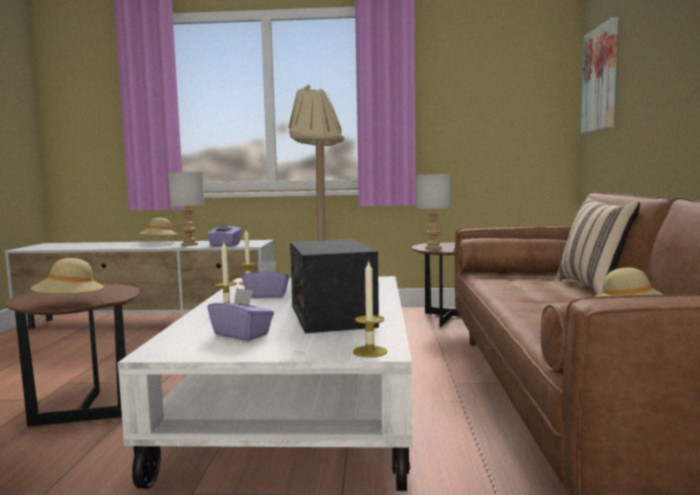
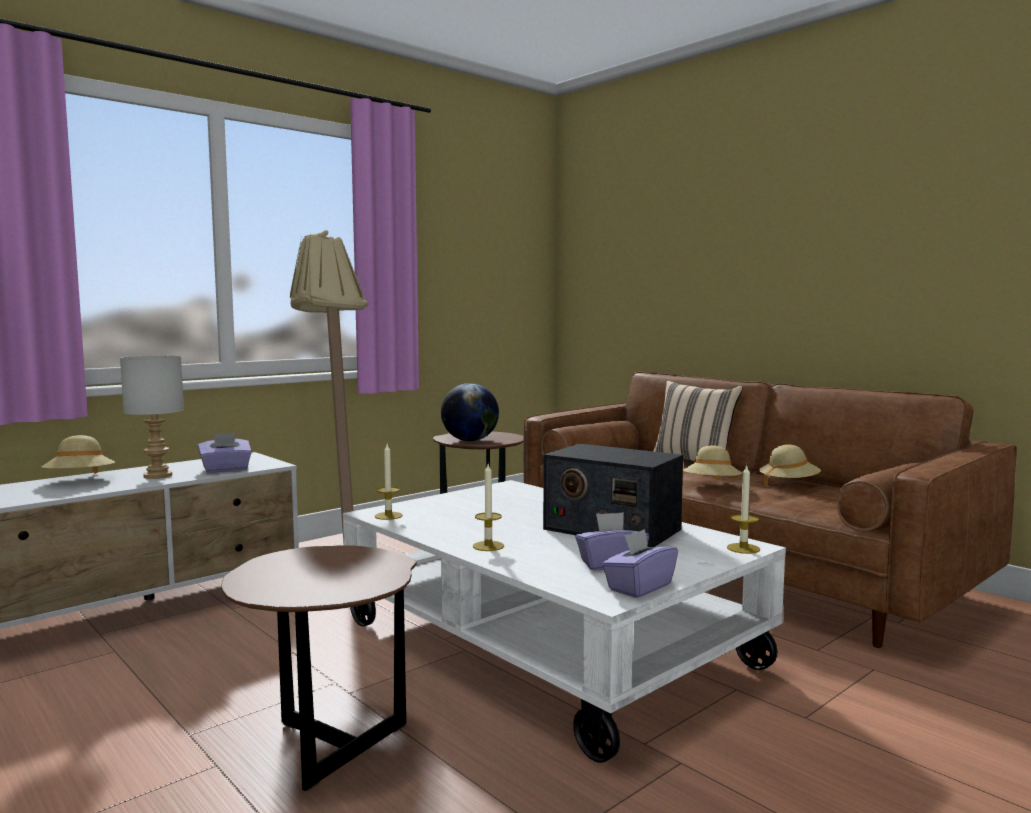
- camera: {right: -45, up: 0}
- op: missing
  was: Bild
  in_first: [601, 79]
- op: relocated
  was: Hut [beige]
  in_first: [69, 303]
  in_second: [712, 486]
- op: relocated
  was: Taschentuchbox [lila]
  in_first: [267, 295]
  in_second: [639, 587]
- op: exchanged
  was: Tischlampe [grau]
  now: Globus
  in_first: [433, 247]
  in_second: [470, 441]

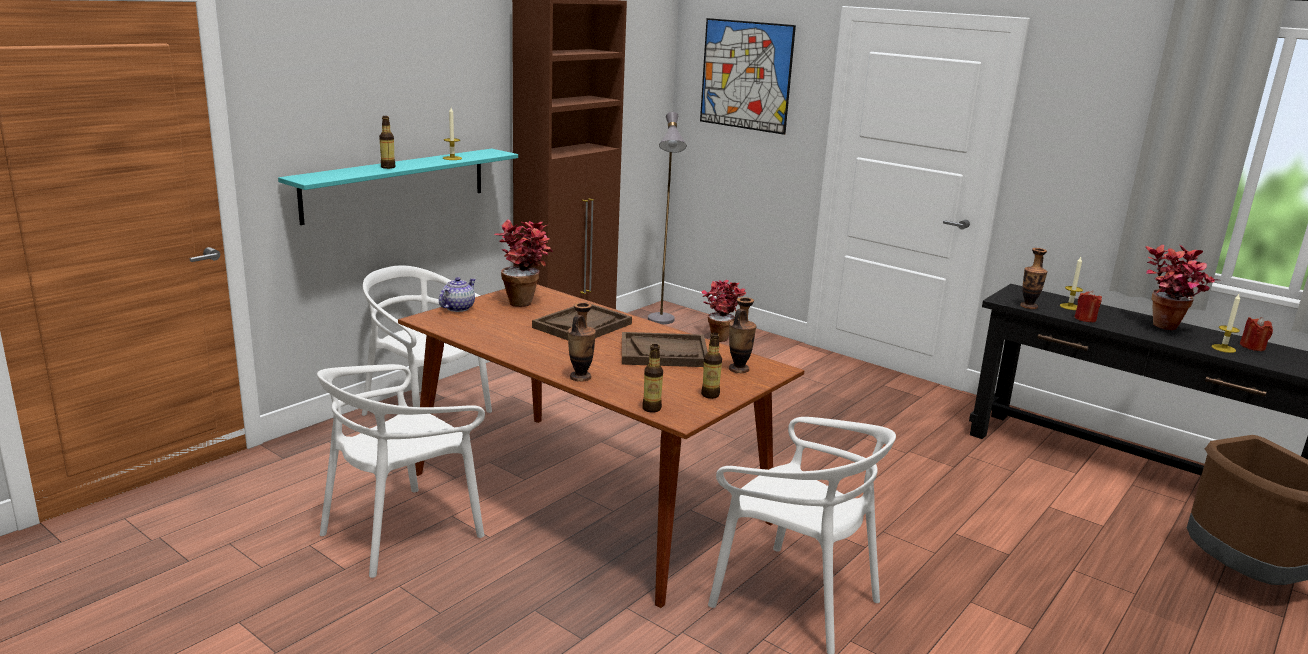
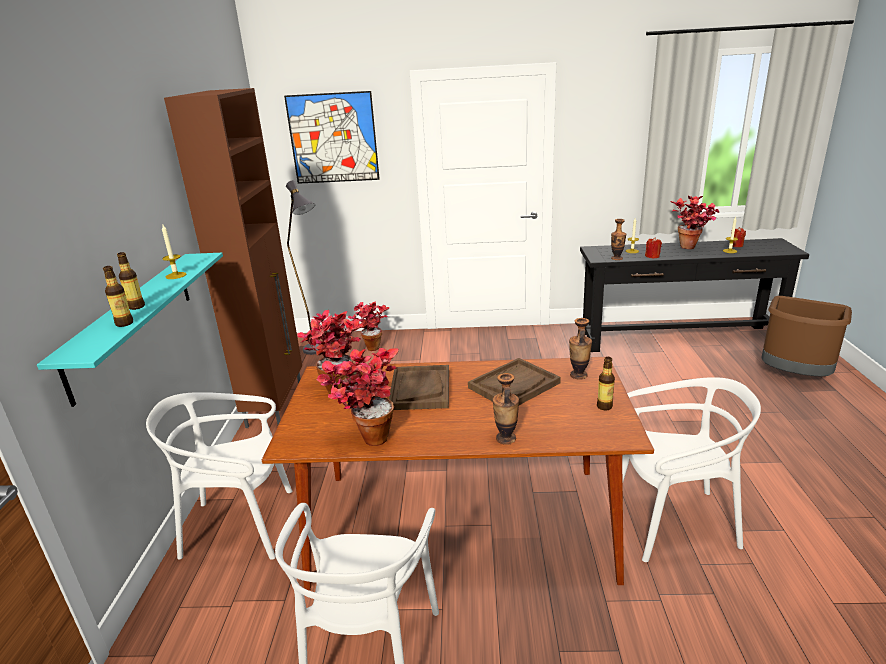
- camera: {right: -35, up: 5}
- op: missing
  was: Teekanne
  in_first: [457, 308]
- op: appeared
  now: Topfpflanze
  in_second: [366, 437]
- op: relocated
  was: Flasche
  in_first: [651, 408]
  in_second: [124, 323]

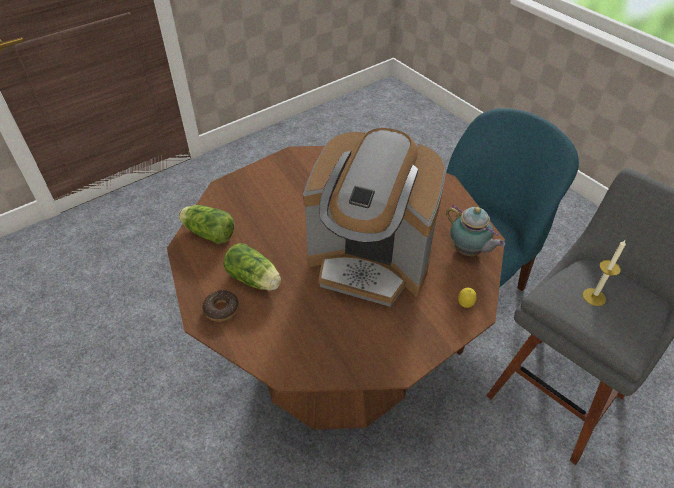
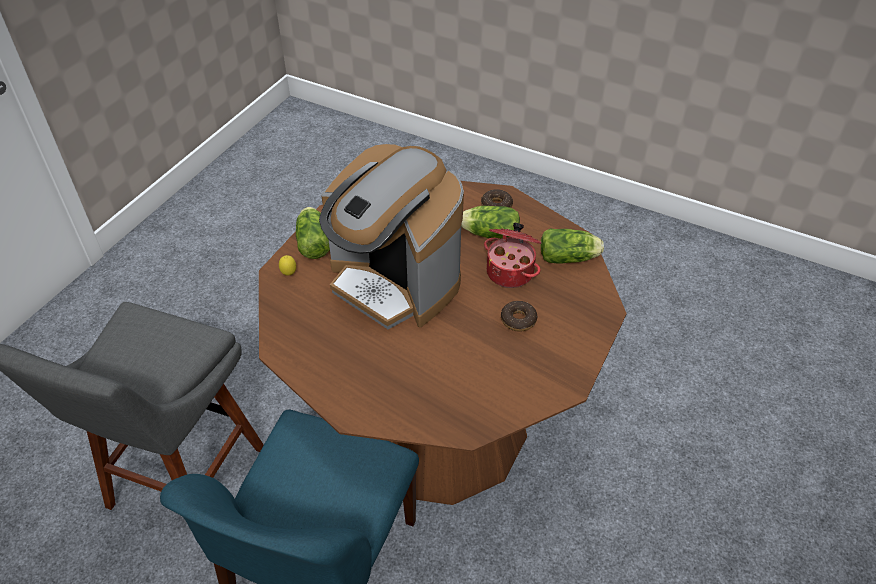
- camera: {right: 155, up: 0}
- op: missing
  was: Teekanne
  in_first: [468, 251]
- op: missing
  was: Kerze
  in_first: [594, 297]
- op: appeared
  now: Salatkopf
  in_second: [314, 242]
- op: appeared
  now: Kochtopf
  in_second: [511, 271]
- op: appeared
  now: Donut
  in_second: [518, 320]
- op: spun
  was: Kaffeemaschine
  in_first: [370, 262]
  in_second: [394, 283]
  clockwise: -135

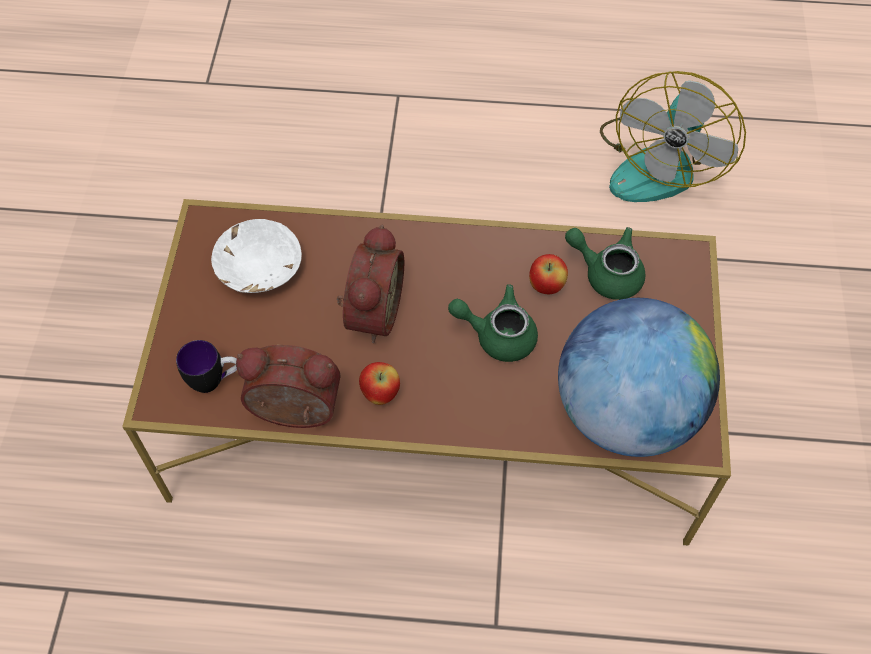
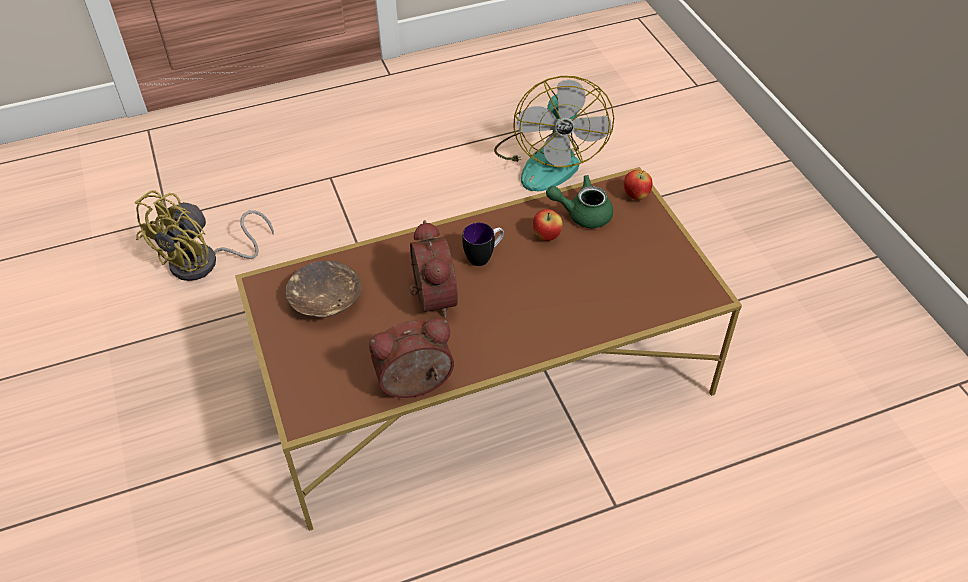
- camera: {right: -25, up: -10}
- op: missing
  was: Teekanne [grün]
  in_first: [497, 335]
- op: missing
  was: Globus
  in_first: [625, 412]
- op: appeared
  now: Ventilator [gelb]
  in_second: [205, 263]
- op: relocated
  was: Henkelbecher
  in_first: [214, 381]
  in_second: [484, 257]
- op: relocated
  was: Apfel
  in_first: [380, 393]
  in_second: [636, 196]
- op: colour
  was: Schüssel [weiß]
  now: Schüssel [braun]
  in_first: [258, 268]
  in_second: [325, 300]

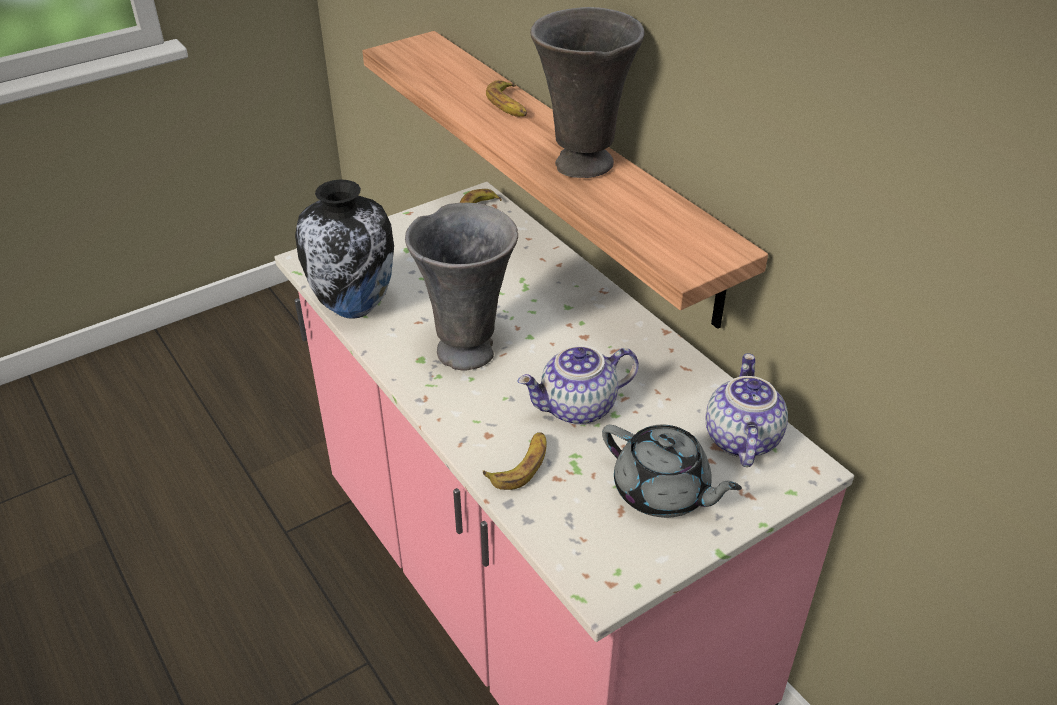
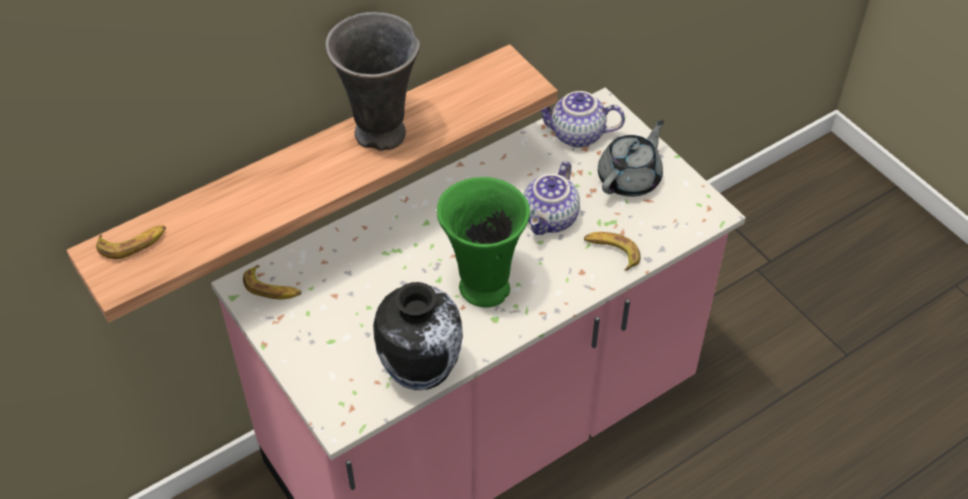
- camera: {right: -90, up: 10}
- op: relocated
  was: Banane
  in_first: [509, 105]
  in_second: [133, 243]
- op: colour
  was: Vase [grau]
  now: Vase [grün]
  in_first: [468, 350]
  in_second: [482, 287]
- op: spun
  was: Teekanne
  in_first: [578, 409]
  in_second: [551, 219]
  clockwise: 45

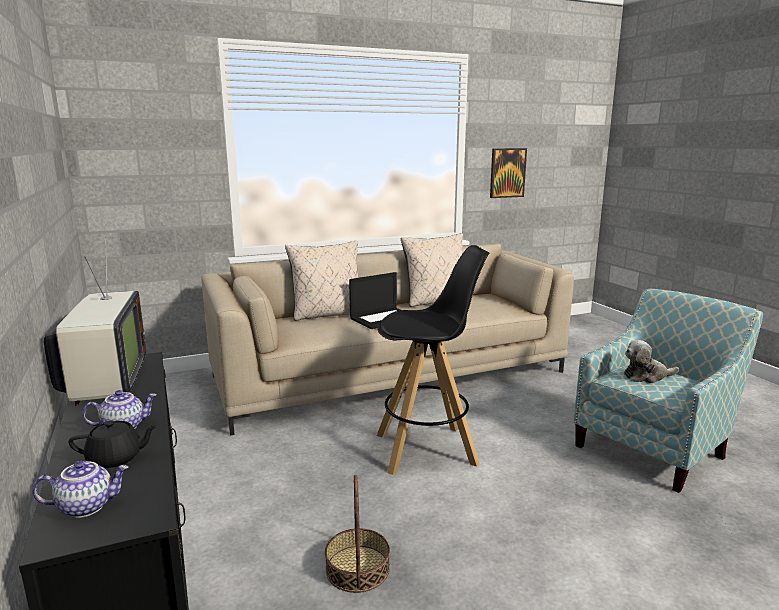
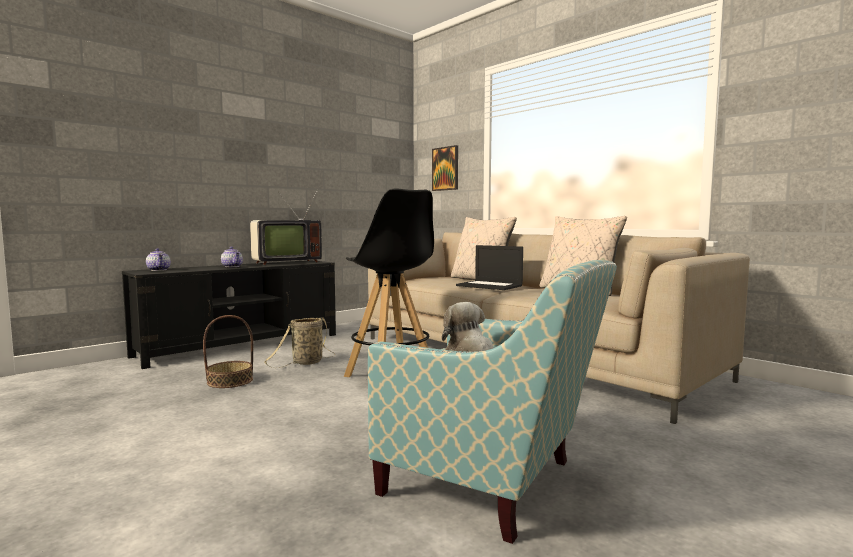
- camera: {right: 70, up: -10}
- op: missing
  was: Teekanne [schwarz]
  in_first: [116, 458]
- op: appeared
  now: Korb
  in_second: [305, 363]
- op: relocated
  was: Bild
  in_first: [507, 173]
  in_second: [445, 168]

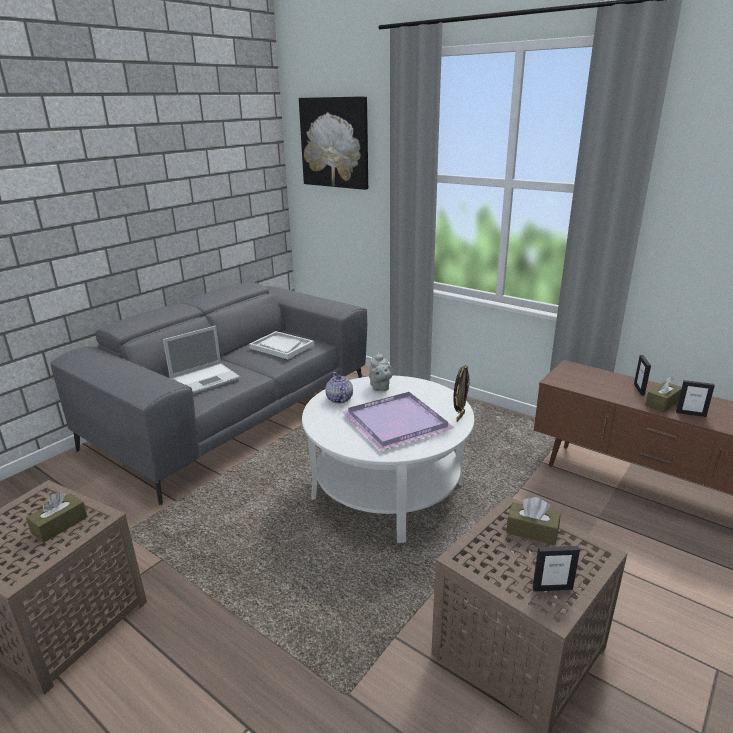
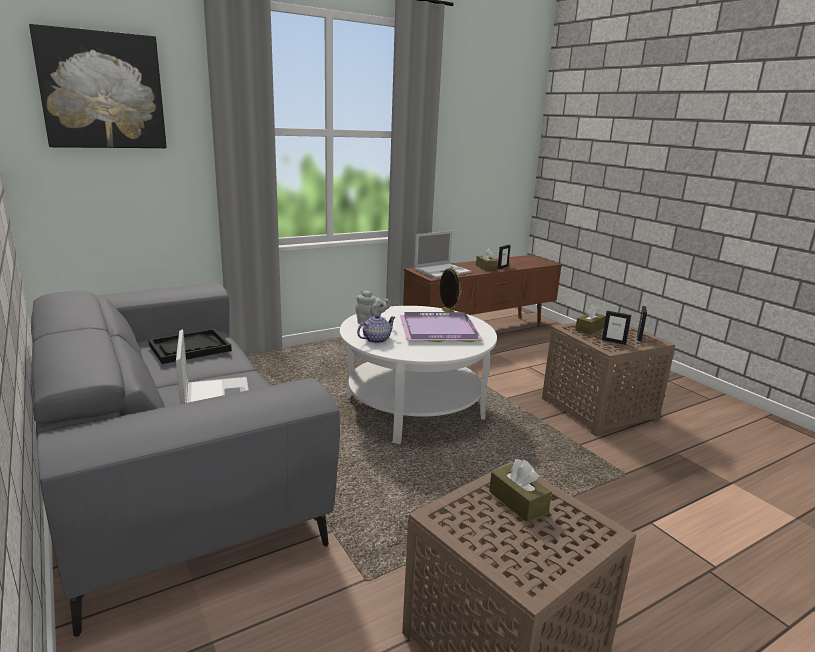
- camera: {right: -70, up: -5}
- op: appeared
  now: Laptop
  in_second: [443, 271]
- op: relocated
  was: Bilderrahmen
  in_first: [639, 389]
  in_second: [613, 342]
- op: colour
  was: Tablett [weiß]
  now: Tablett [schwarz]
  in_first: [281, 346]
  in_second: [190, 348]
- op: spun
  was: Teekanne
  in_first: [339, 399]
  in_second: [376, 340]
  clockwise: 135

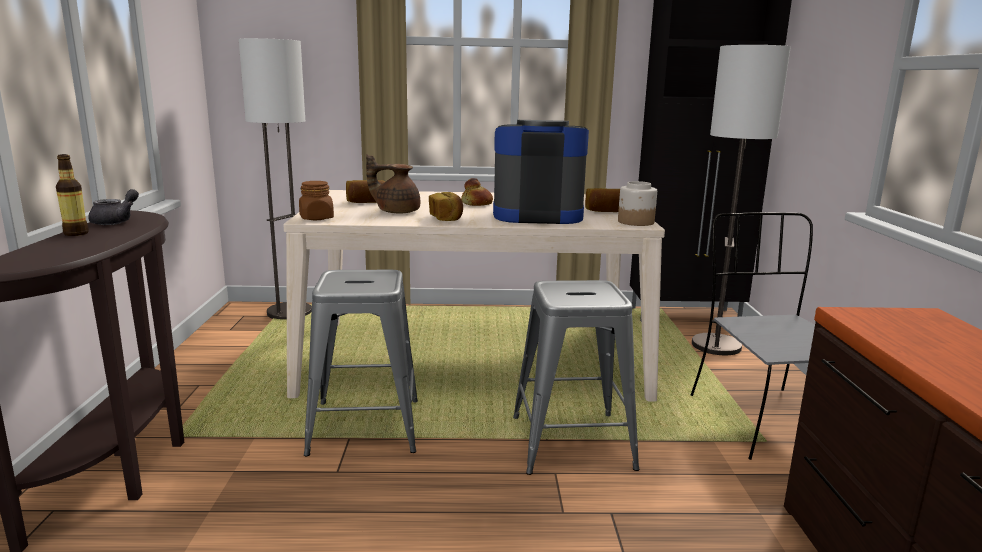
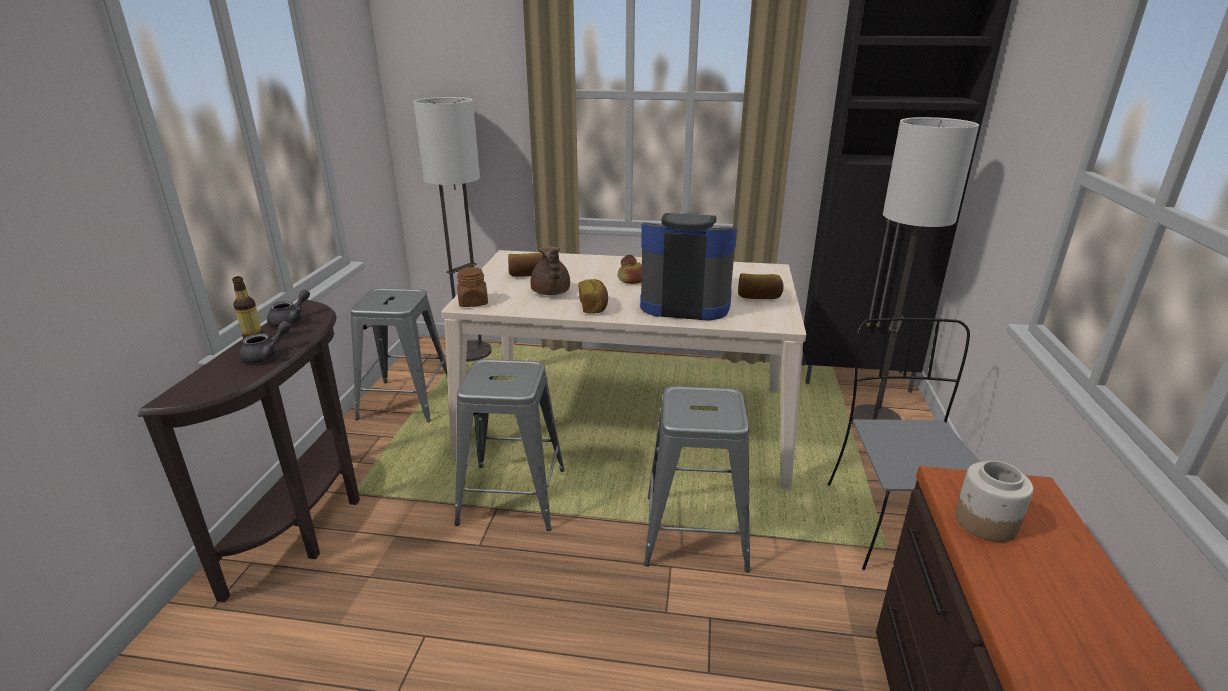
- camera: {right: 10, up: 10}
- op: appeared
  now: Teekanne [grau]
  in_second: [267, 355]
- op: appeared
  now: Hocker [grau]
  in_second: [406, 401]
- op: relocated
  was: Vorratsglas
  in_first: [635, 222]
  in_second: [985, 522]
- op: spun
  was: Teekanne [braun]
  in_first: [396, 211]
  in_second: [550, 292]
  clockwise: -120

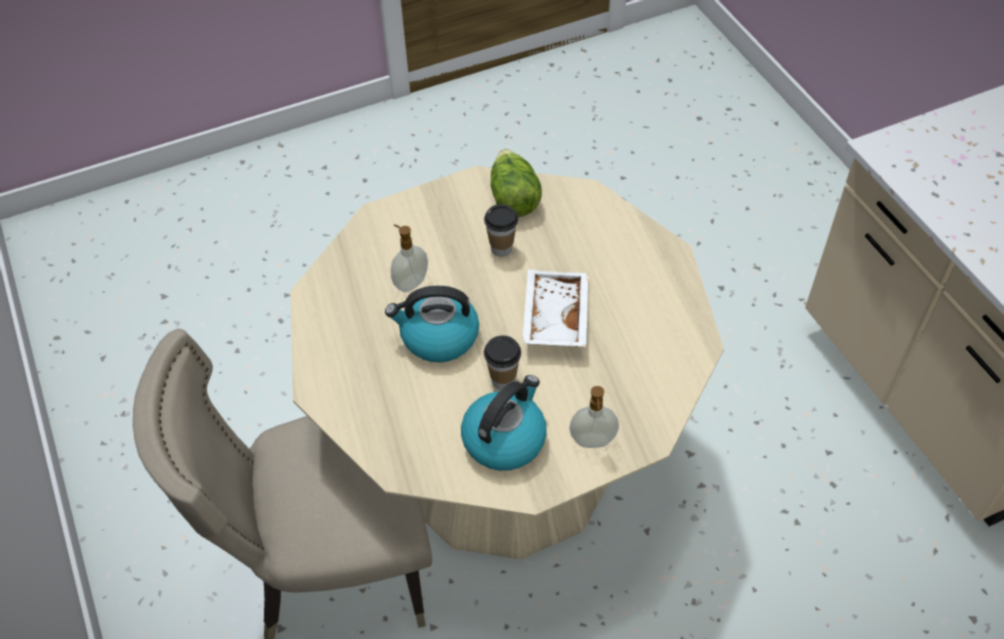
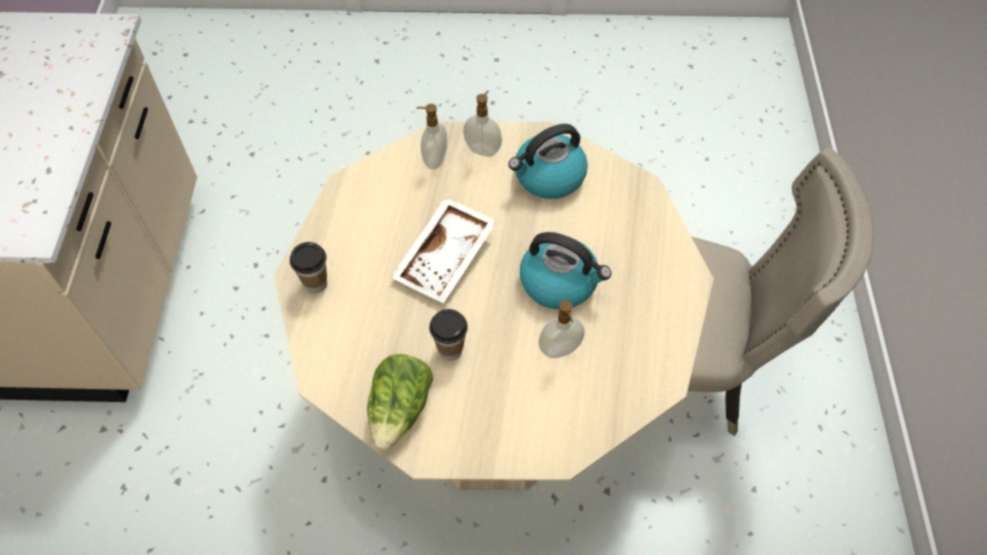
- camera: {right: -155, up: 5}
- op: appeared
  now: Seifenspender
  in_second: [434, 159]
- op: relocated
  was: Tasse
  in_first: [503, 380]
  in_second: [316, 284]

